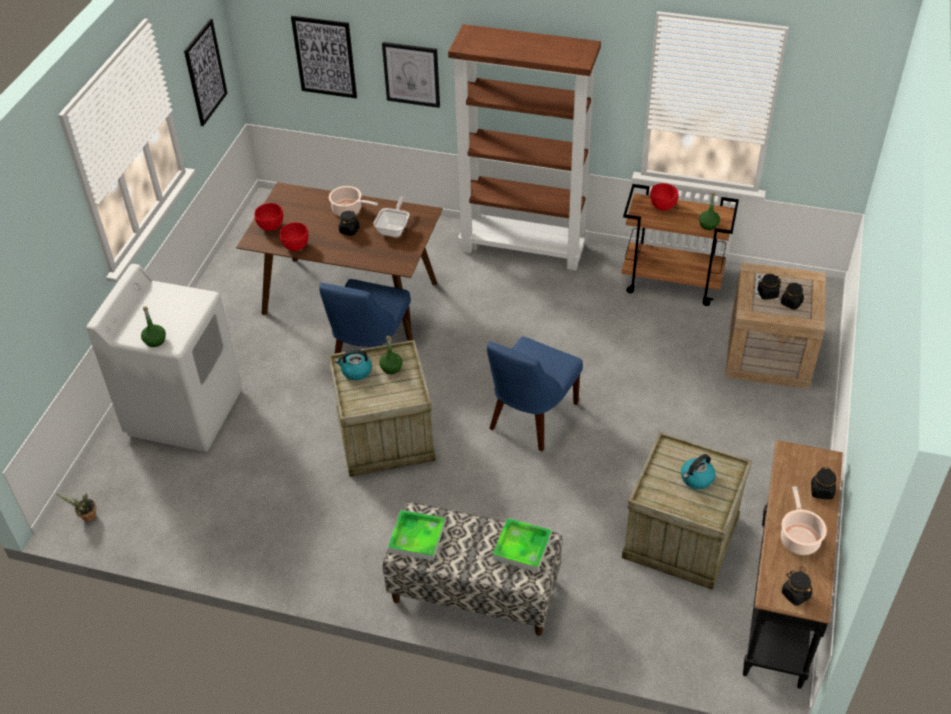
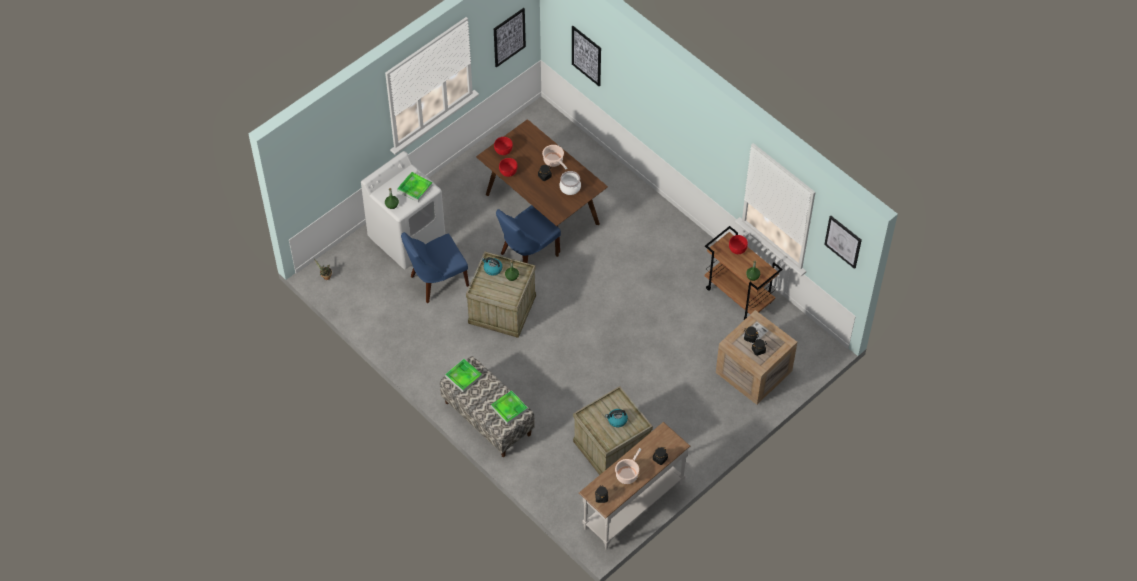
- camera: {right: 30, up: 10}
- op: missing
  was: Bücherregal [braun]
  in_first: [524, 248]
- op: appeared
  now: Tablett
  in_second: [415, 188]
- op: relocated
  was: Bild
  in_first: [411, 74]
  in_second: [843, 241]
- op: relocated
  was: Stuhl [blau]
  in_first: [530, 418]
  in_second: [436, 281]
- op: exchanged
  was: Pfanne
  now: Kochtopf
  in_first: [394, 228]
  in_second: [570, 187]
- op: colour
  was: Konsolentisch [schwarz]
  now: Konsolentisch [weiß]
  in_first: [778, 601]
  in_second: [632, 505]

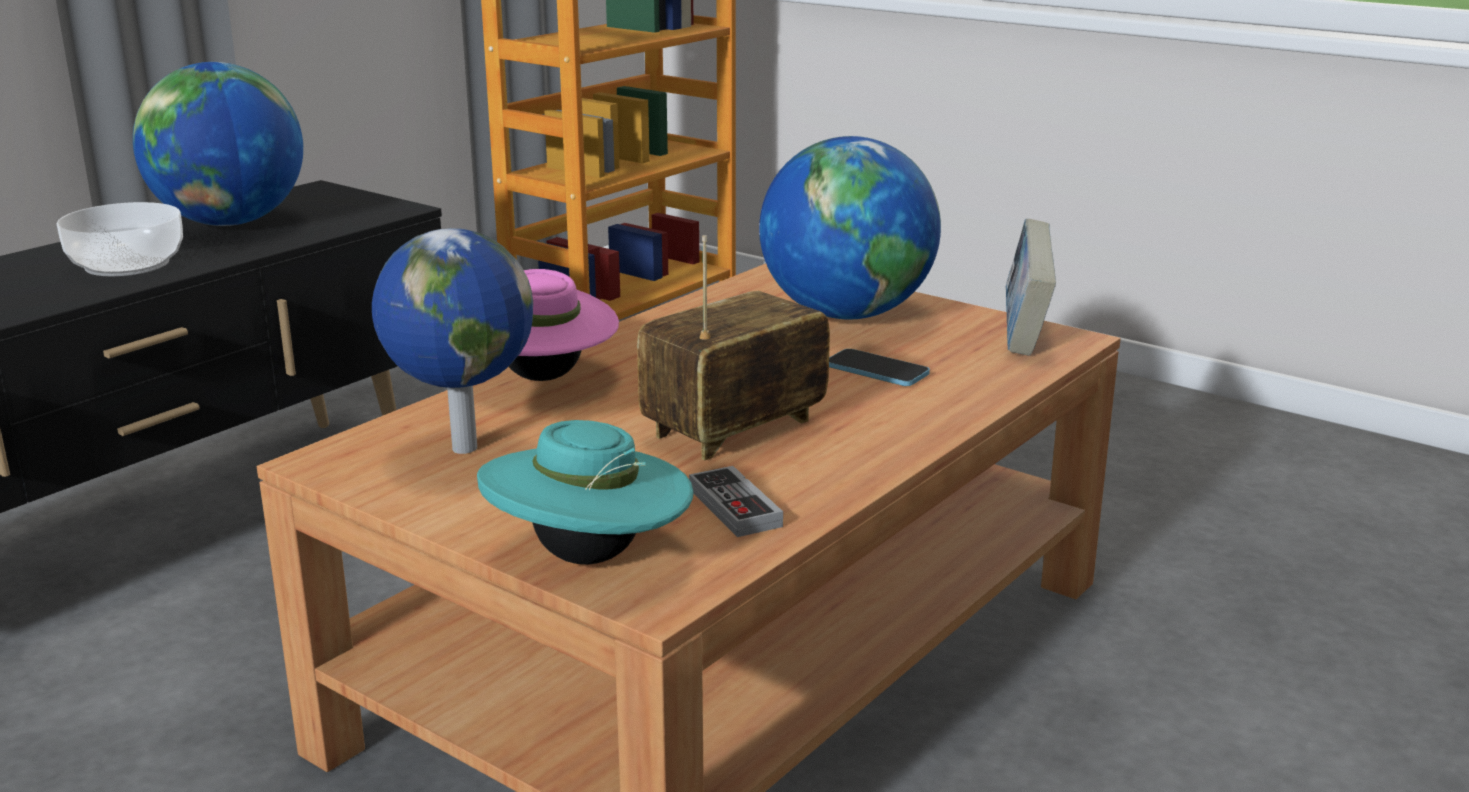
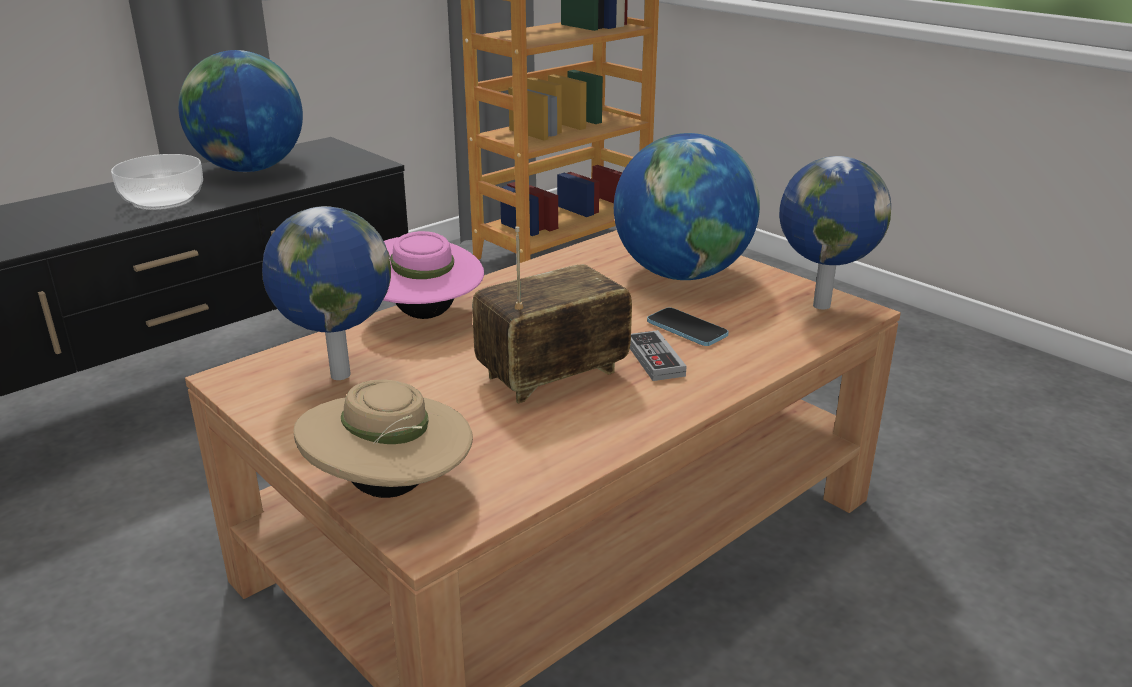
- camera: {right: 10, up: 5}
- op: relocated
  was: Gamepad
  in_first: [734, 507]
  in_second: [655, 359]
- op: exchanged
  was: Buch
  now: Globus
  in_first: [1024, 336]
  in_second: [819, 305]
- op: colour
  was: Hut [türkis]
  now: Hut [beige]
  in_first: [590, 558]
  in_second: [391, 489]

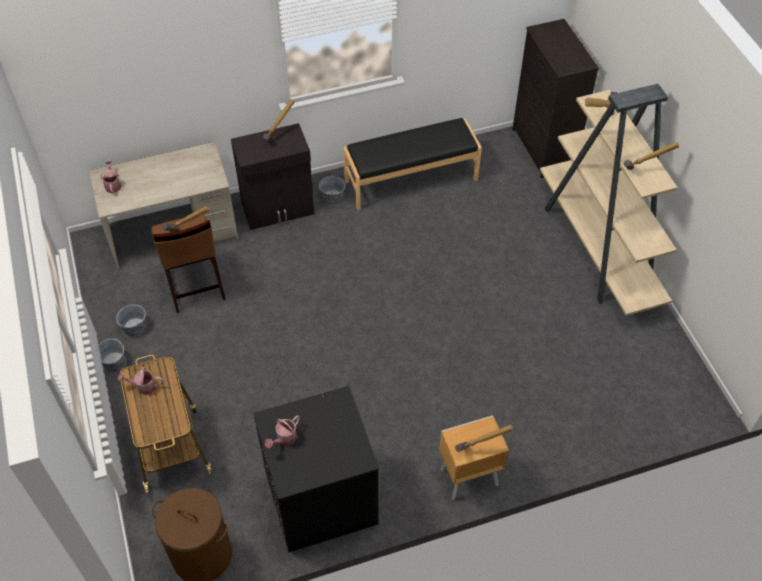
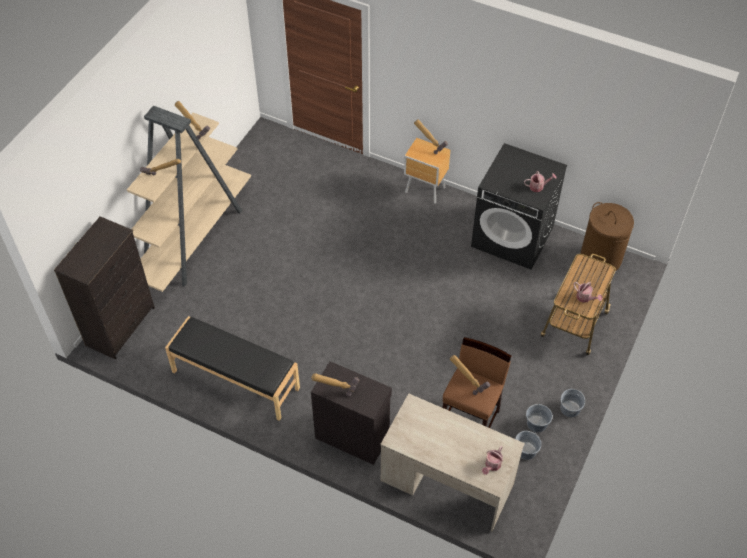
- camera: {right: -135, up: 0}
- op: relocated
  was: Eimer [grau]
  in_first: [332, 197]
  in_second: [525, 451]

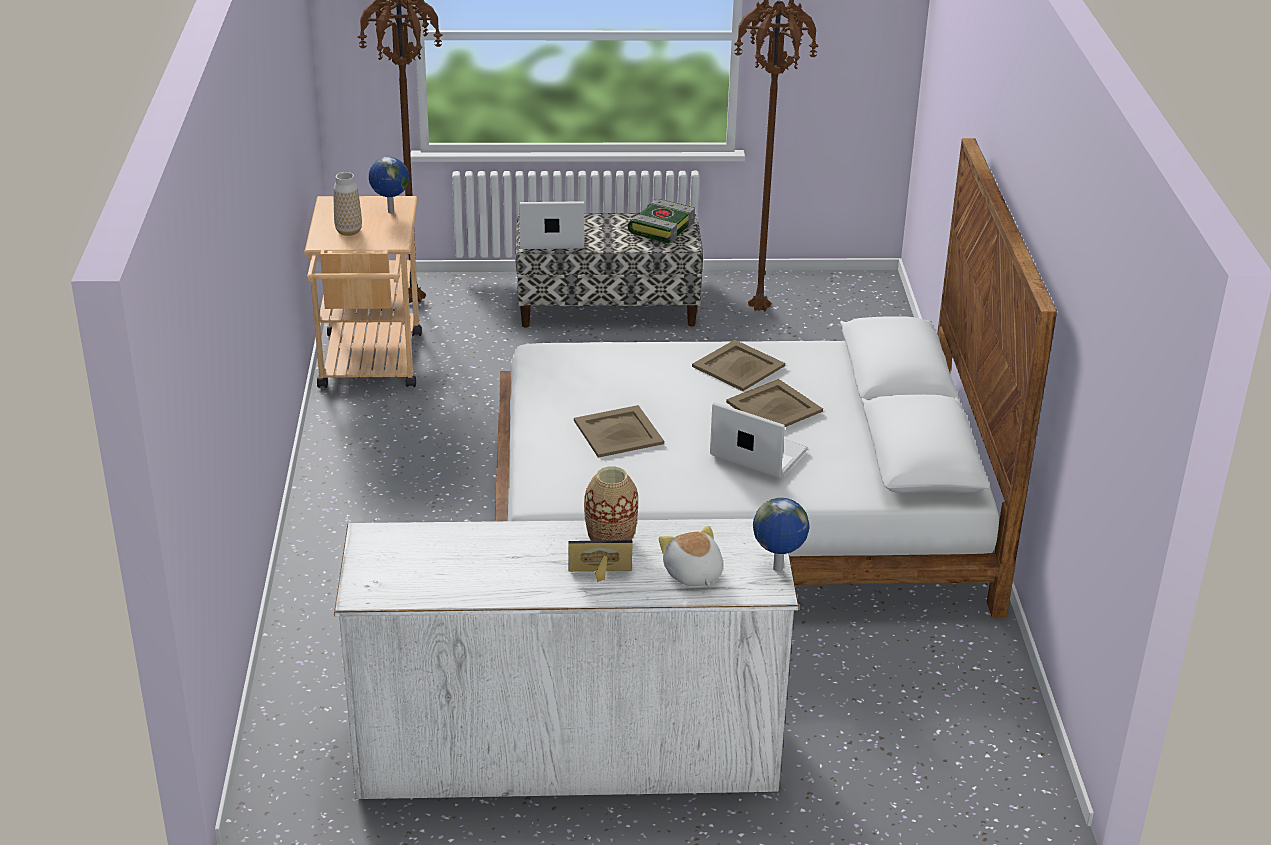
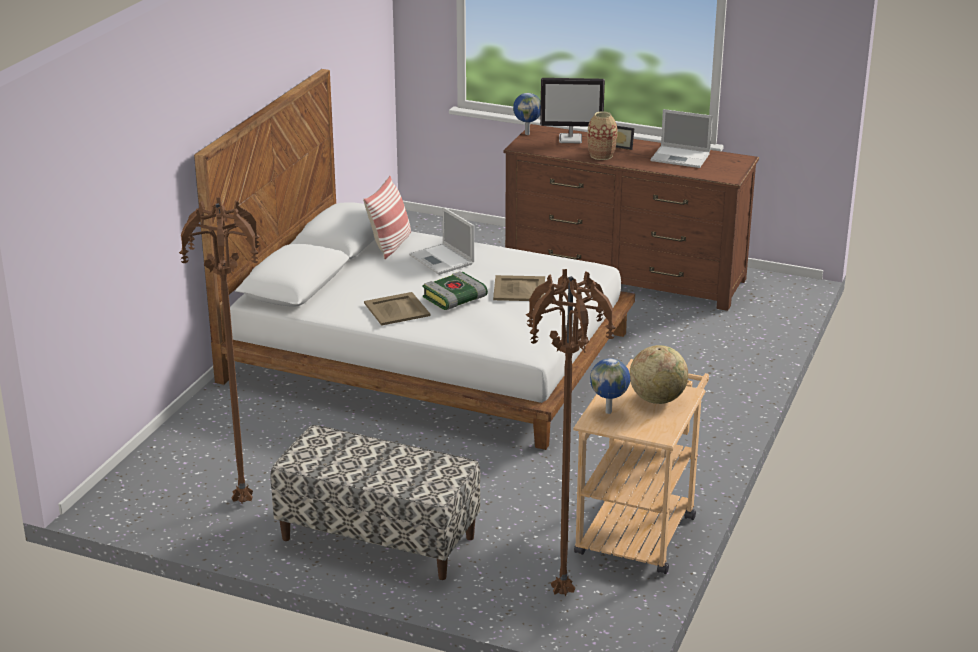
- camera: {right: -155, up: -5}
- op: missing
  was: Tablett [beige]
  in_first: [775, 407]
- op: appeared
  now: Kissen
  in_second: [390, 245]
- op: relocated
  was: Laptop
  in_first: [550, 238]
  in_second: [681, 157]
- op: relocated
  was: Buch
  in_first: [661, 227]
  in_second: [454, 299]
- op: exchanged
  was: Vase
  now: Globus
  in_first: [348, 231]
  in_second: [657, 399]
- op: exchanged
  was: Plüschtier
  now: Monitor
  in_first: [692, 574]
  in_second: [571, 139]
- op: colour
  was: Kommode [weiß]
  now: Kommode [braun]
  in_first: [567, 749]
  in_second: [625, 275]

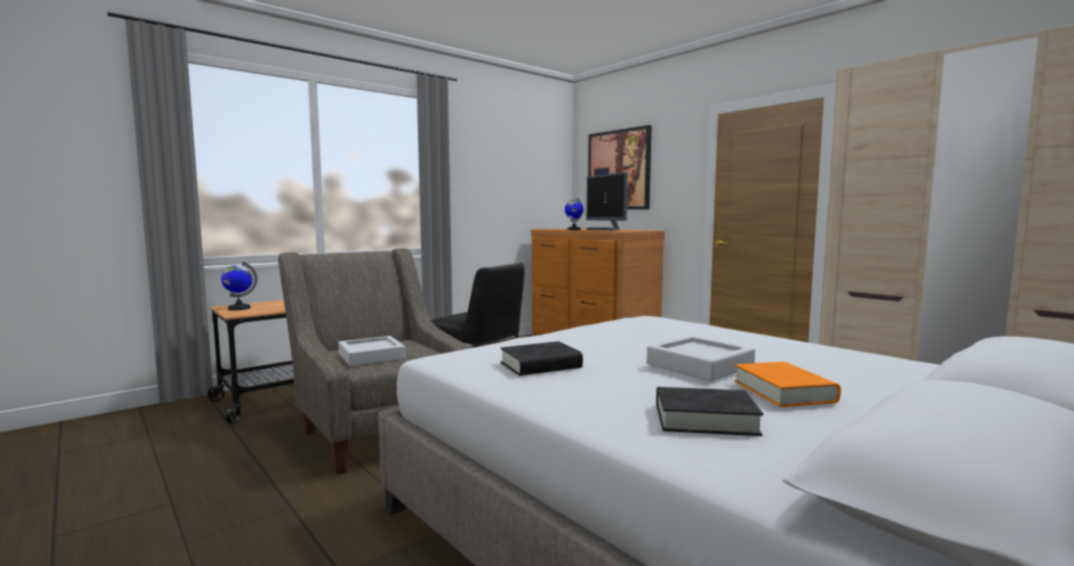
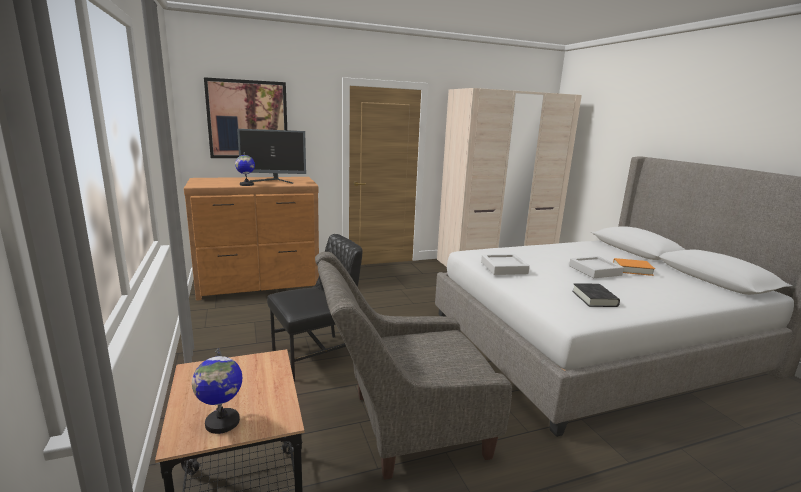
- camera: {right: -70, up: 10}
- op: missing
  was: Buch [schwarz]
  in_first: [705, 419]
- op: relocated
  was: Tablett [grau]
  in_first: [371, 356]
  in_second: [504, 268]

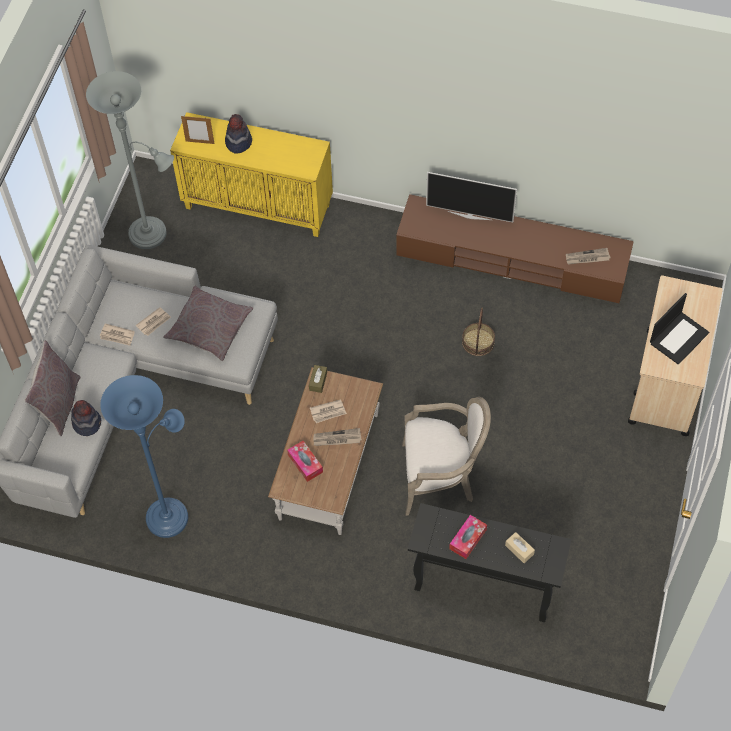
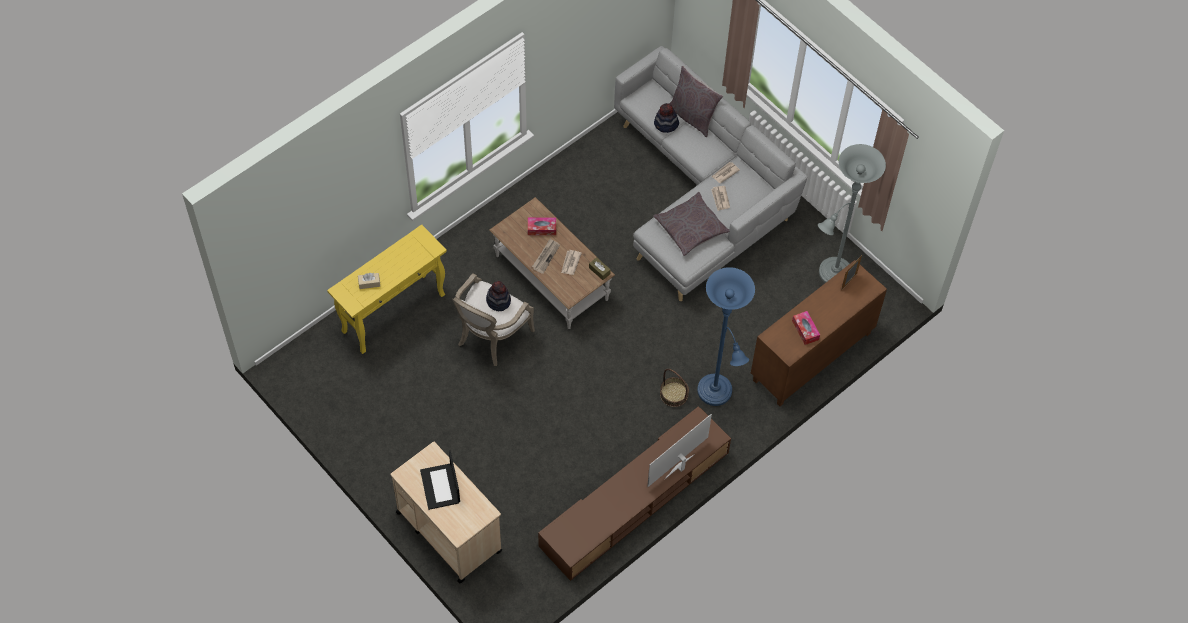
- camera: {right: 120, up: 0}
- op: missing
  was: Zeitung
  in_first: [587, 258]
- op: relocated
  was: Stehlampe [blau]
  in_first: [170, 513]
  in_second: [717, 394]
- op: relocated
  was: Hut
  in_first: [238, 142]
  in_second: [498, 301]
- op: relocated
  was: Taschentuchbox
  in_first: [468, 539]
  in_second: [805, 330]
- op: relocated
  was: Korb
  in_first: [478, 342]
  in_second: [674, 394]
- op: colour
  was: Schrank [gelb]
  now: Schrank [braun]
  in_first: [259, 205]
  in_second: [811, 358]
- op: colour
  was: Konsolentisch [schwarz]
  now: Konsolentisch [gelb]
  in_first: [482, 587]
  in_second: [394, 312]

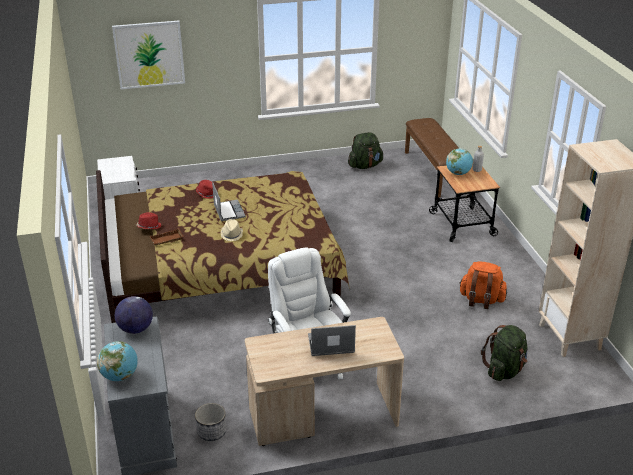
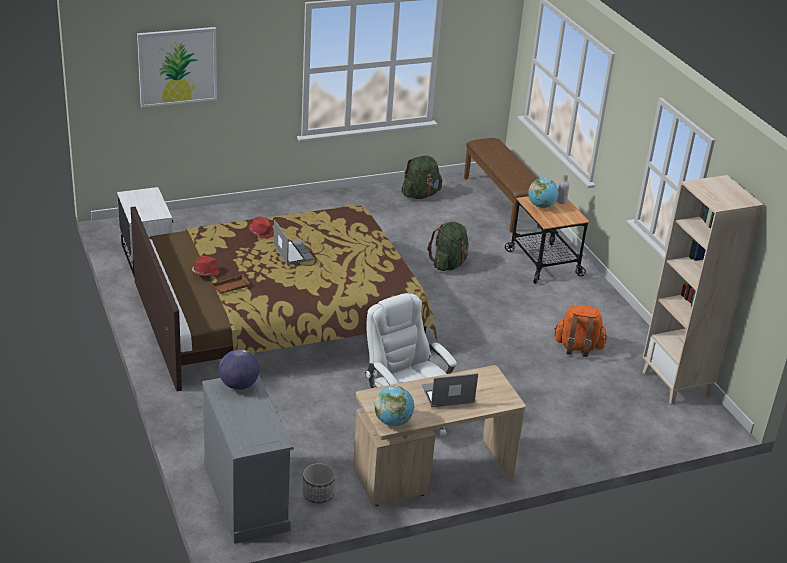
- camera: {right: -10, up: 0}
- op: missing
  was: Hut [beige]
  in_first: [232, 234]
- op: relocated
  was: Globus
  in_first: [120, 376]
  in_second: [393, 421]
- op: relocated
  was: Rucksack [grün]
  in_first: [504, 370]
  in_second: [449, 264]

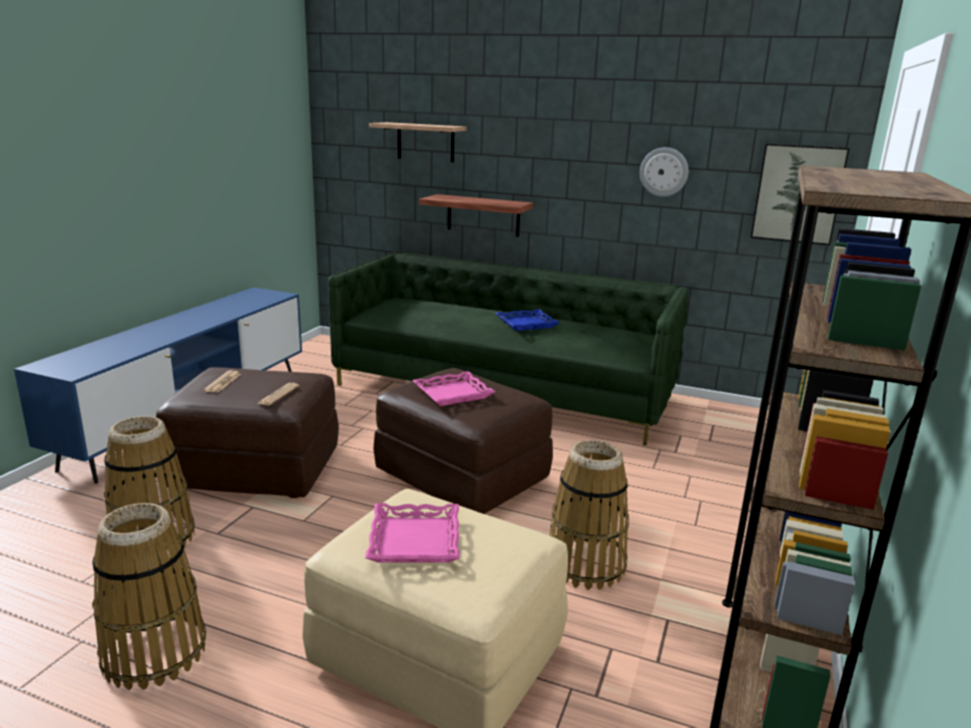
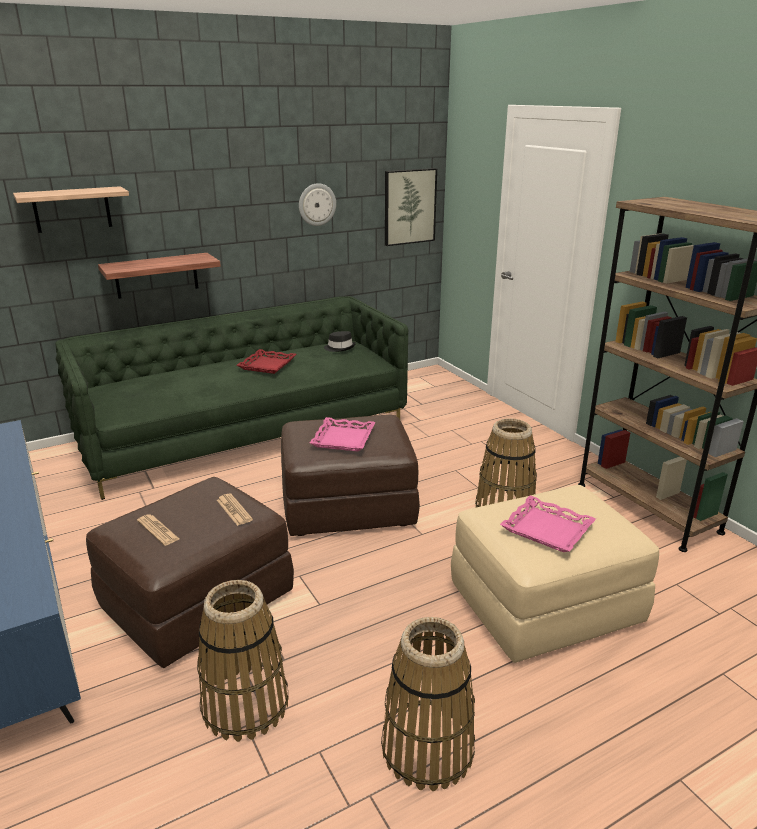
- camera: {right: -50, up: 5}
- op: appeared
  now: Hut [schwarz]
  in_second: [340, 348]
- op: colour
  was: Tablett [blau]
  now: Tablett [rot]
  in_first: [526, 324]
  in_second: [267, 365]

